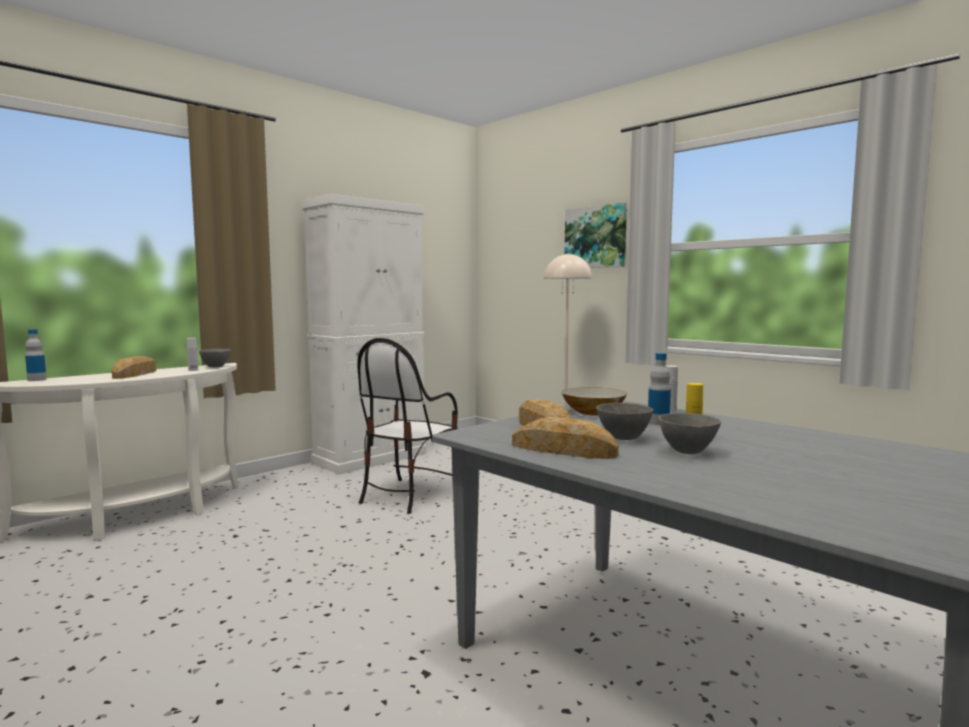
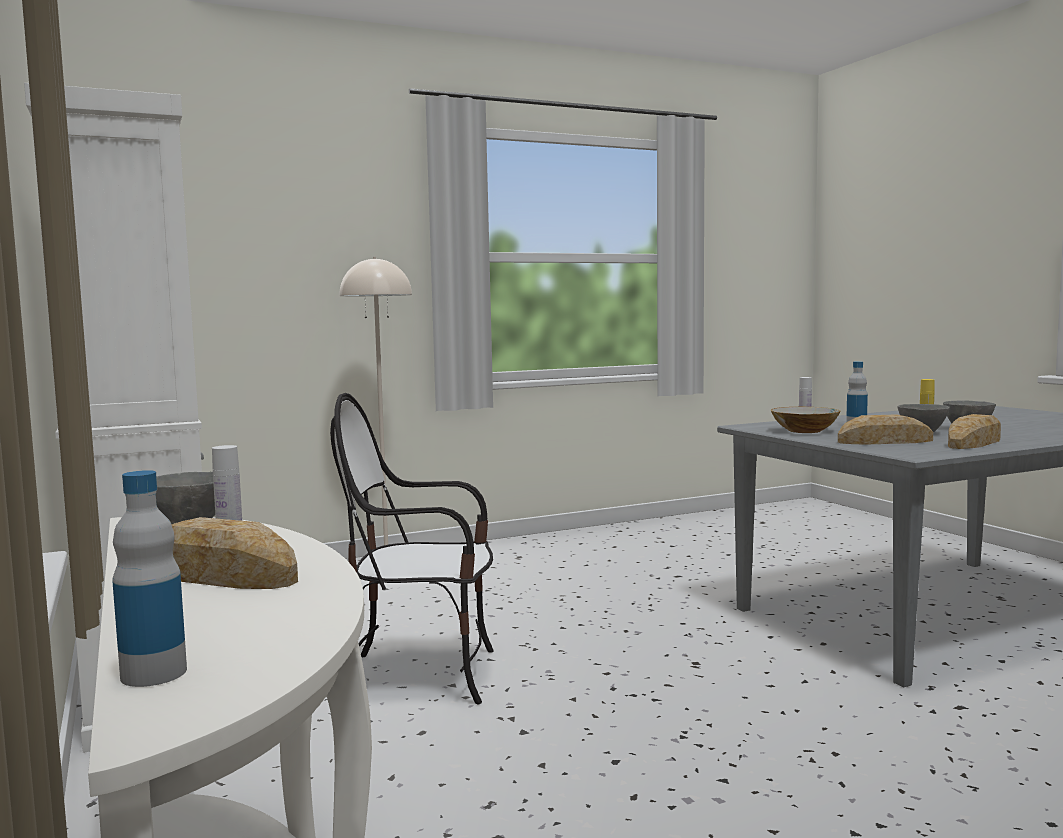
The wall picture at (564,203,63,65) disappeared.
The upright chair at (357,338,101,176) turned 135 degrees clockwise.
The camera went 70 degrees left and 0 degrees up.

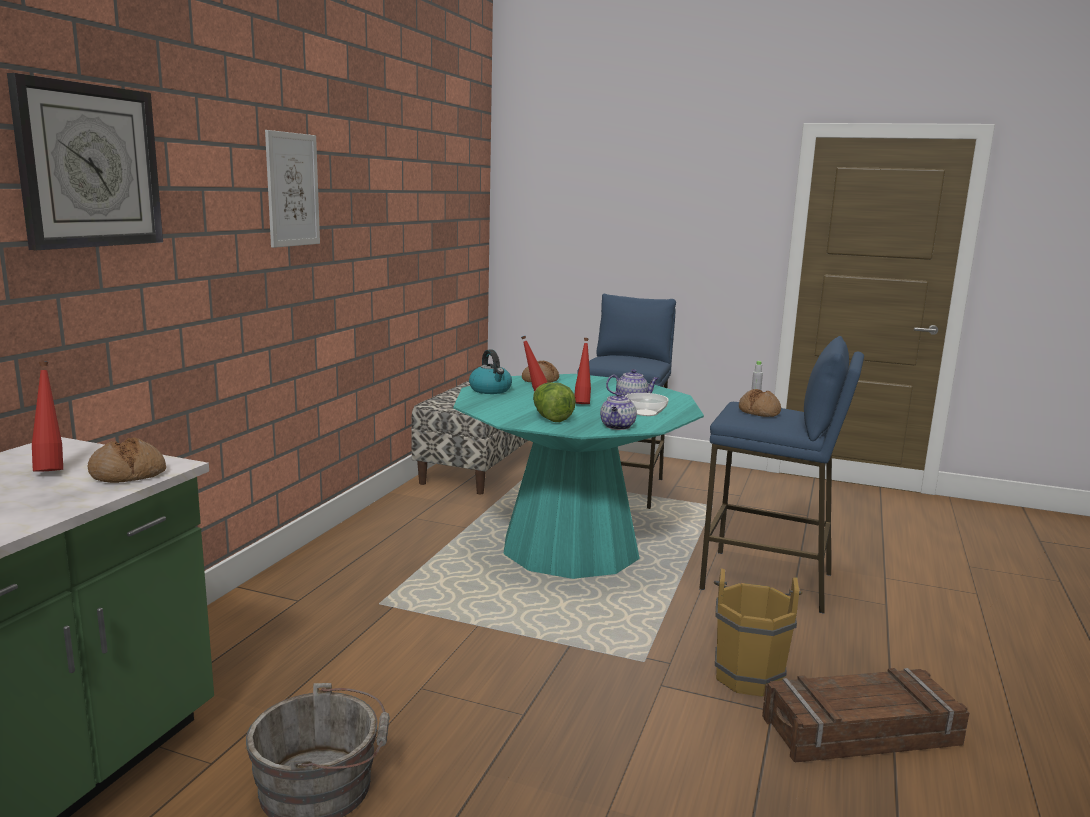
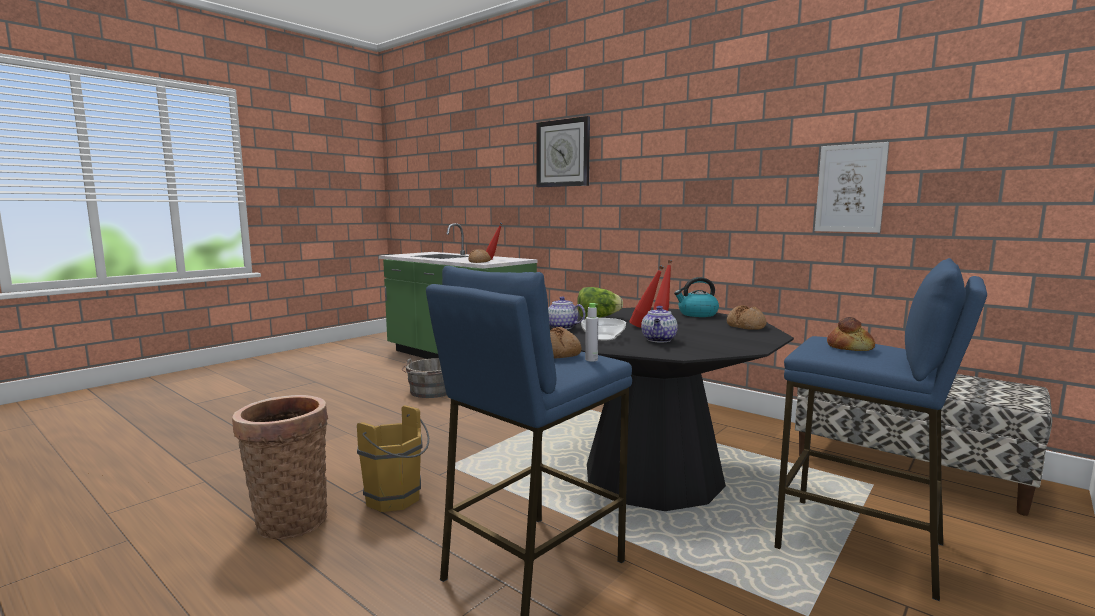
The wall picture moved from (265,130,55,118) to (815,142,74,91).
The turquoise-coloured dining table at (453,374,251,205) became the black-coloured dining table at (550,307,244,204).
The packing crate at (762,668,207,95) was replaced by the storage basket at (232,395,96,144).
The baked bread at (827,317,48,34) appeared.
The camera went 110 degrees right and 5 degrees down.

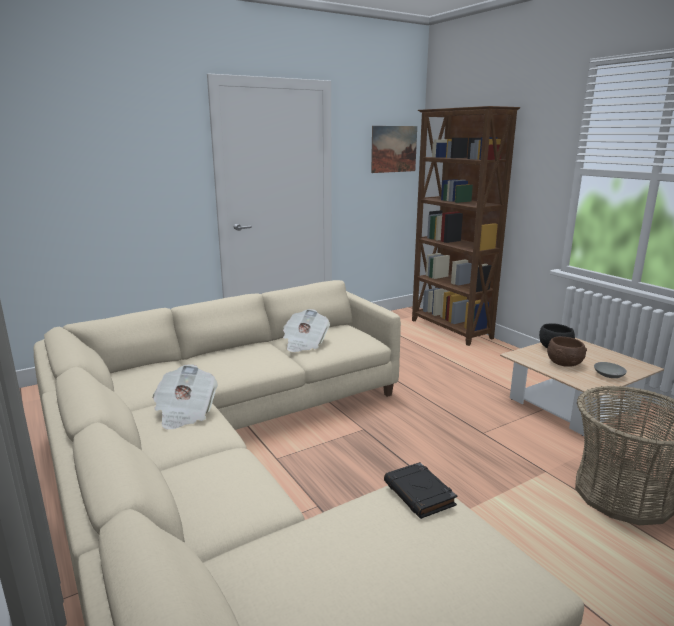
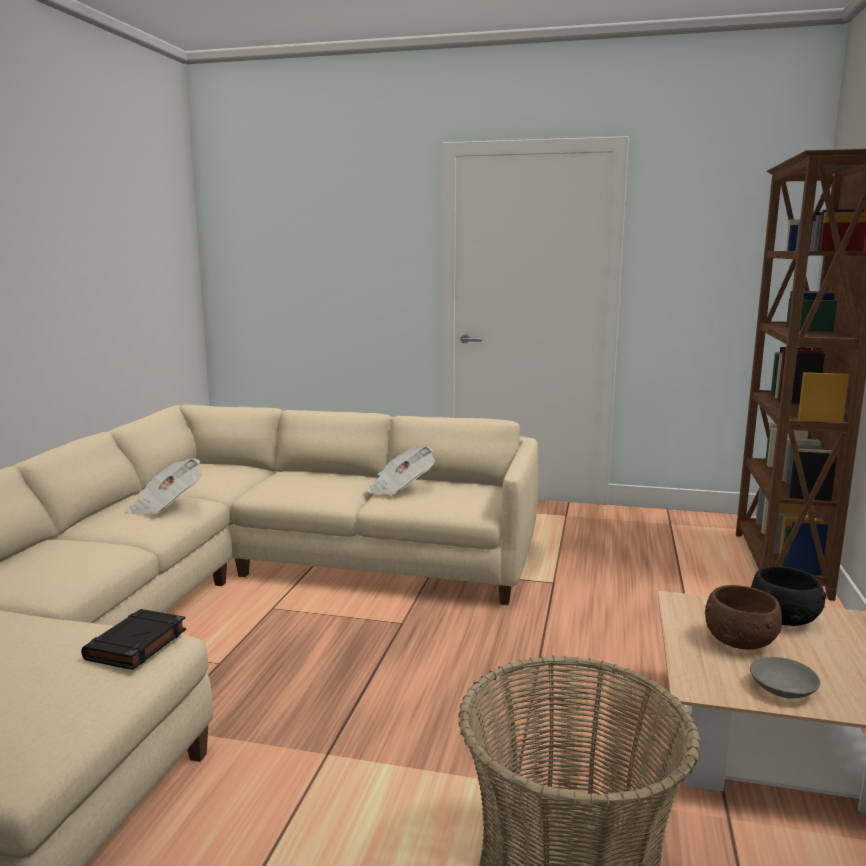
The wall picture at (371,126,46,47) disappeared.
The camera went 45 degrees right and 5 degrees down.

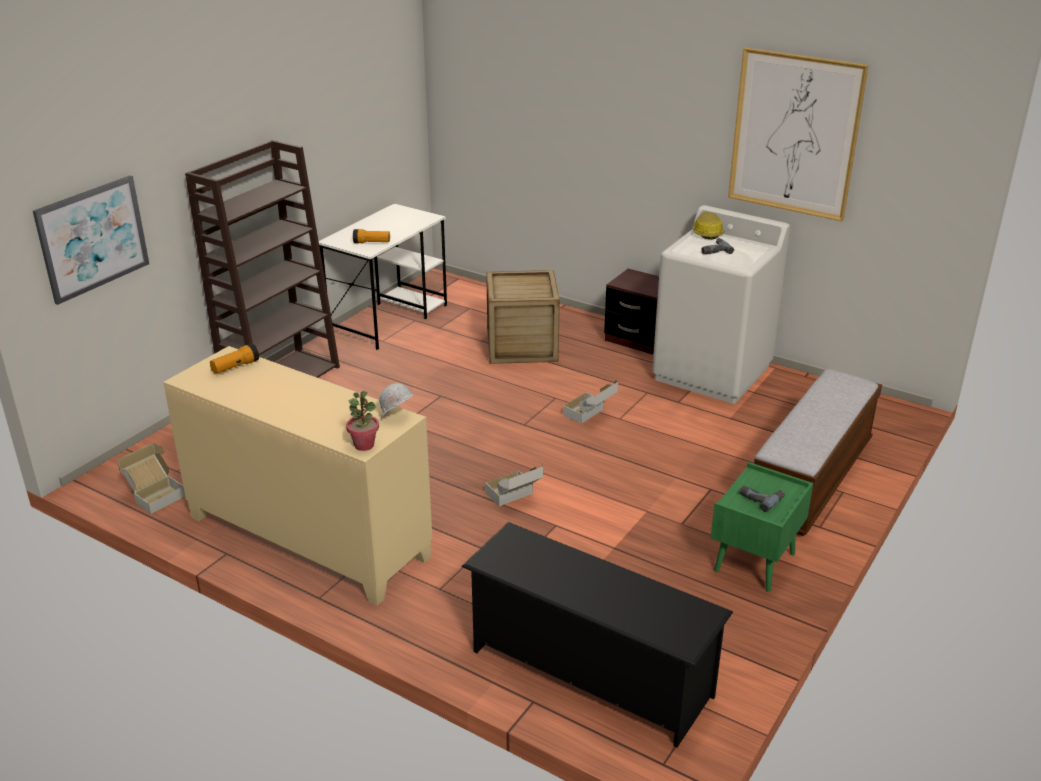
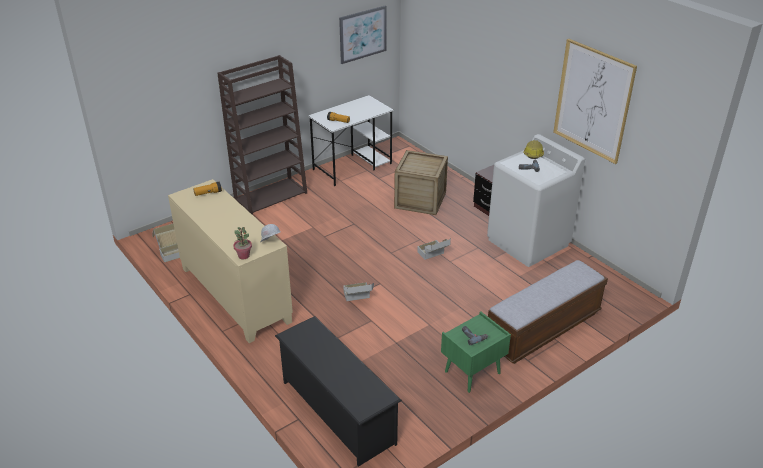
The wall picture moved from (33,175,116,130) to (339,5,48,59).
The camera went 20 degrees right and 5 degrees up.

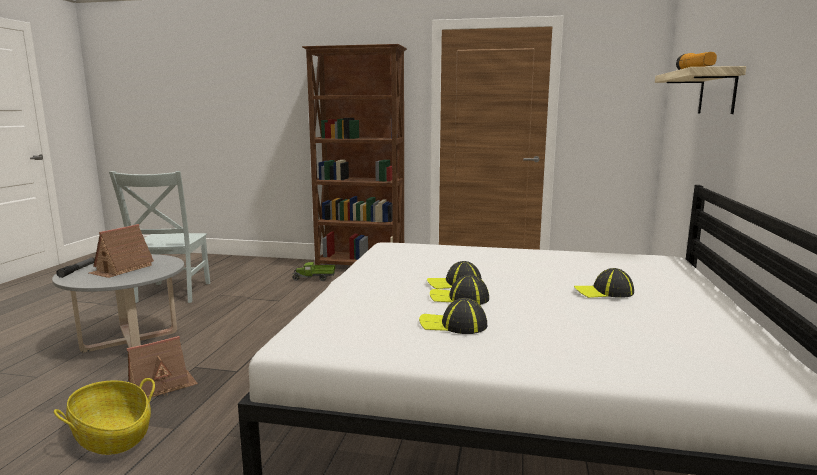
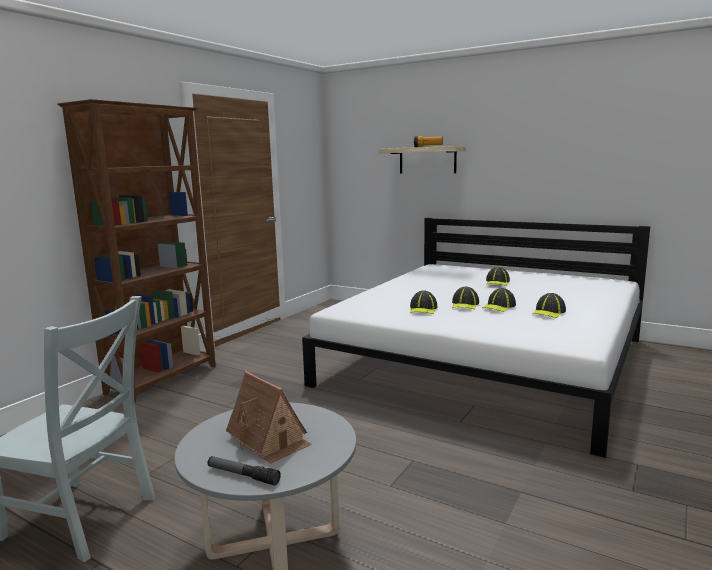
The toy truck at (292,262,43,19) disappeared.
The model house at (127,336,71,62) disappeared.
The storage basket at (54,378,101,77) disappeared.
The cap at (410,290,27,24) appeared.
The camera went 70 degrees left and 0 degrees up.

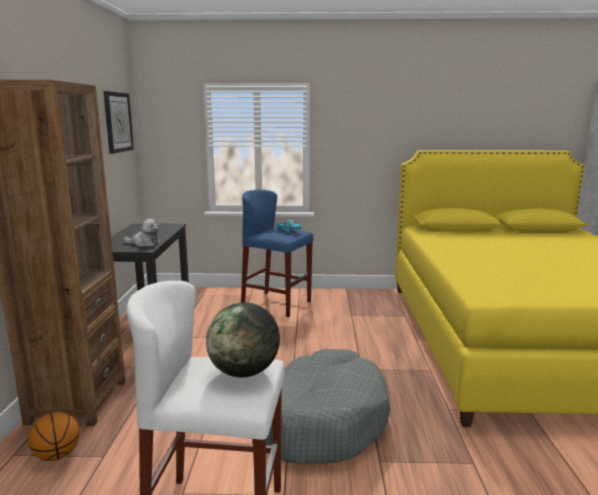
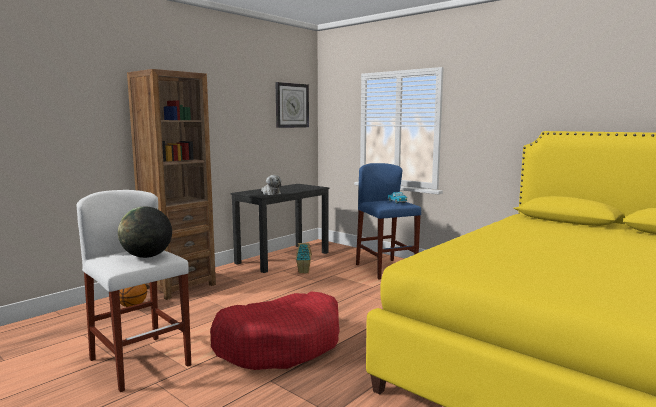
The grey dog bed at (266,349,124,115) became the reddish dog bed at (210,292,130,78).
The model house at (296,243,16,30) appeared.
The camera went 40 degrees right and 5 degrees down.

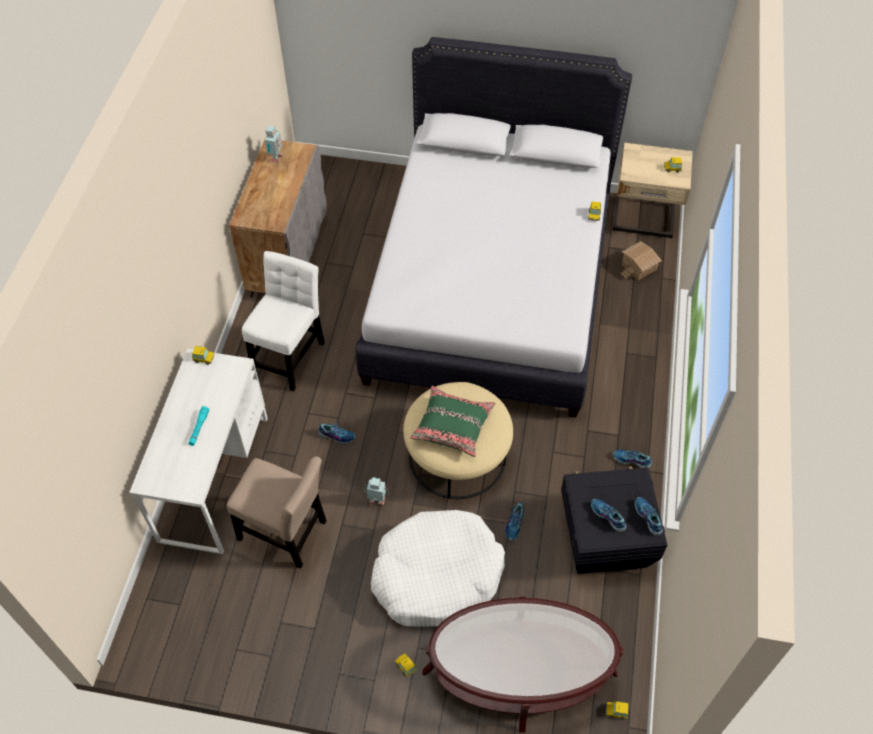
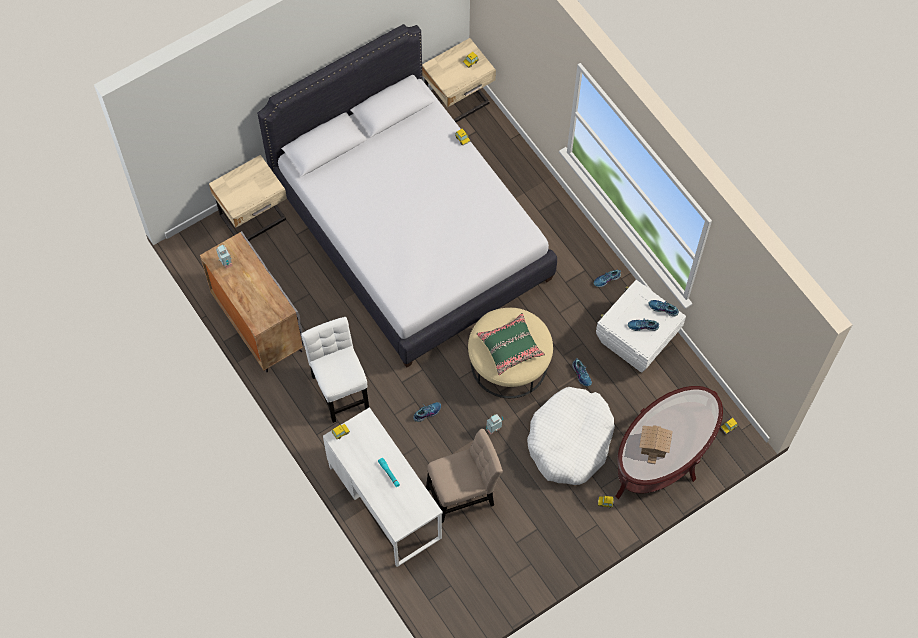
The model house moved from (621,241,41,39) to (639,425,34,39).
The black-coloured storage bin at (561,466,106,108) became the white-coloured storage bin at (596,280,90,93).
The beige night table at (209,155,78,86) appeared.
The camera went 45 degrees left and 10 degrees up.

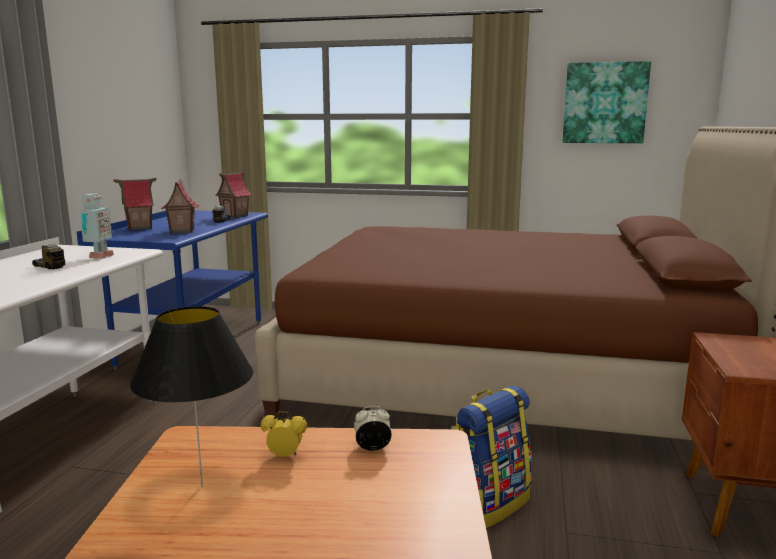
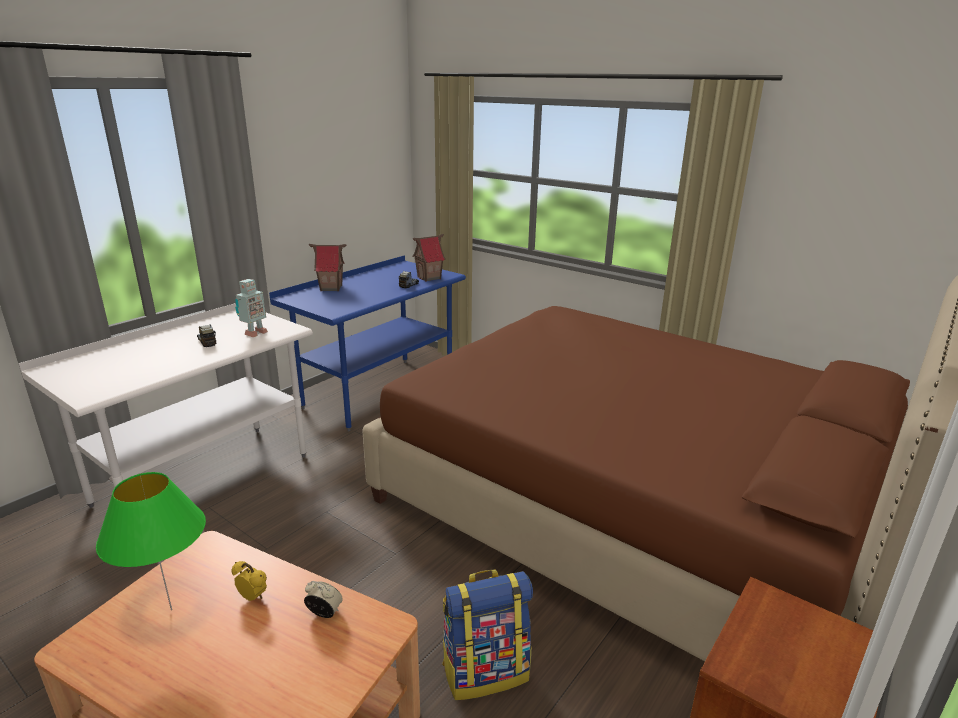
The wall picture at (562,61,89,82) disappeared.
The model house at (161,179,38,55) disappeared.
The black-coloured table lamp at (130,306,123,181) became the green table lamp at (96,472,110,138).
The camera went 25 degrees right and 10 degrees up.

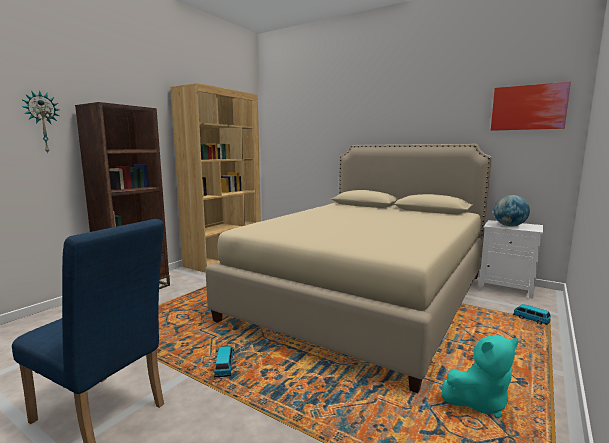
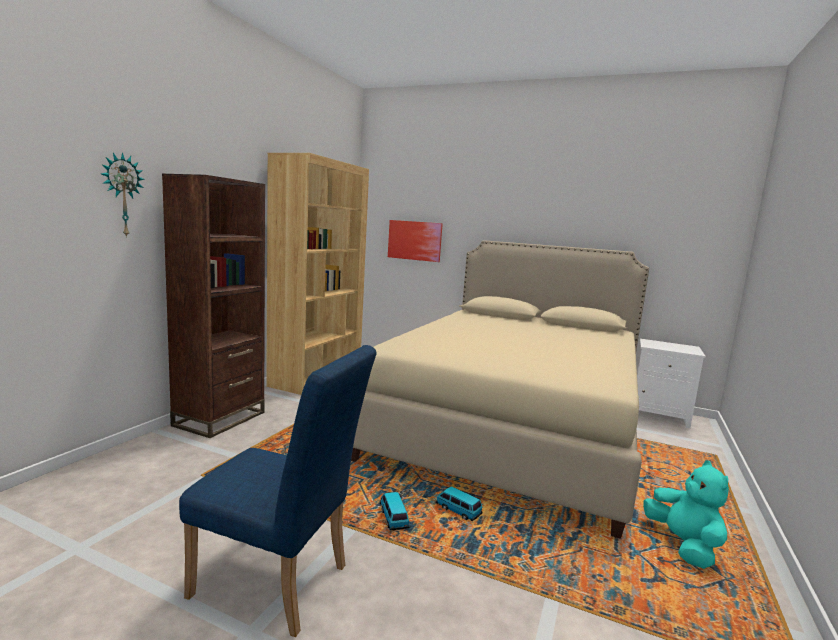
The wall picture moved from (491,82,80,49) to (388,220,55,42).
The globe at (494,195,36,32) disappeared.
The model car moved from (513,304,38,21) to (436,486,47,35).
The turquoise-coloured plush toy at (441,335,77,83) turned 75 degrees counterclockwise.
The camera went 10 degrees left and 0 degrees up.

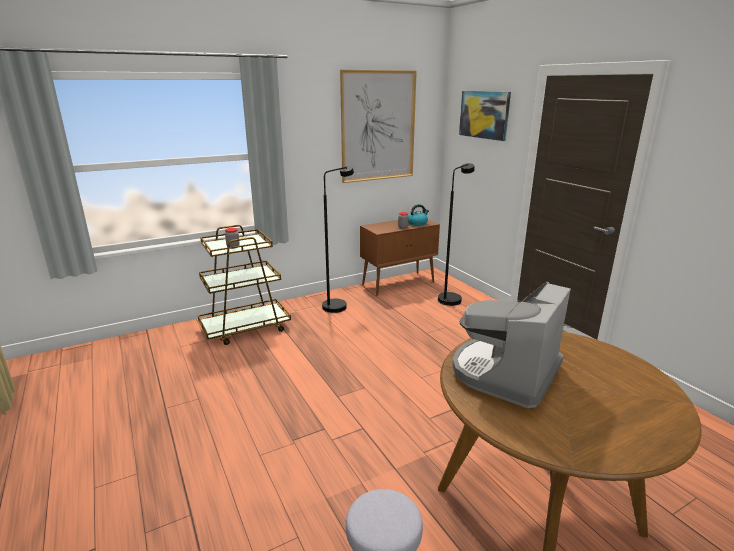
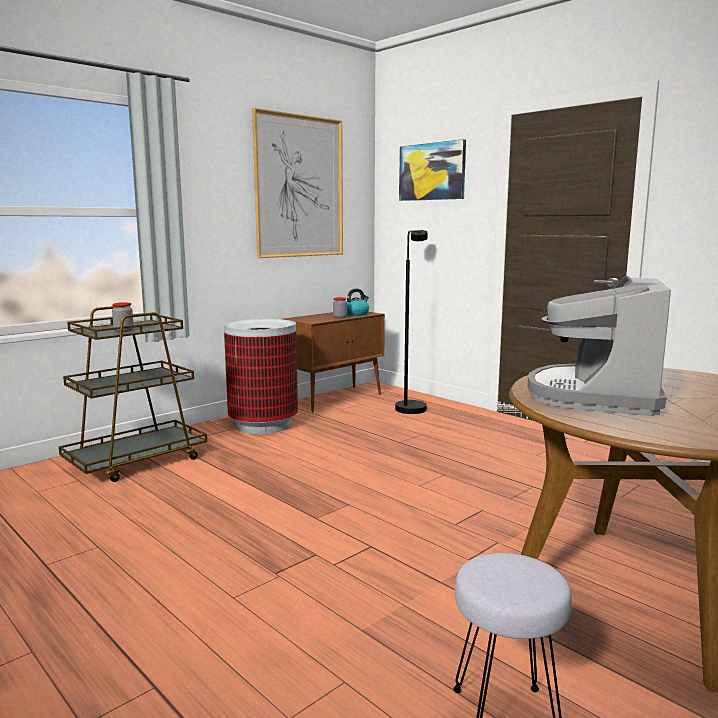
The black-coloured standing lamp at (322,166,32,147) was replaced by the trash can at (224,319,74,115).
The camera went 15 degrees left and 10 degrees down.

